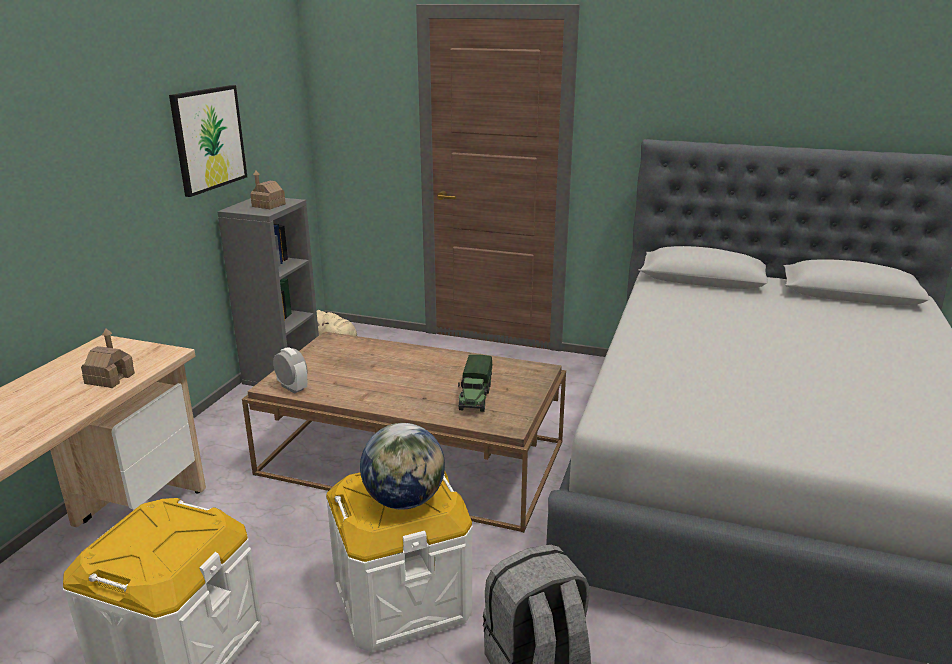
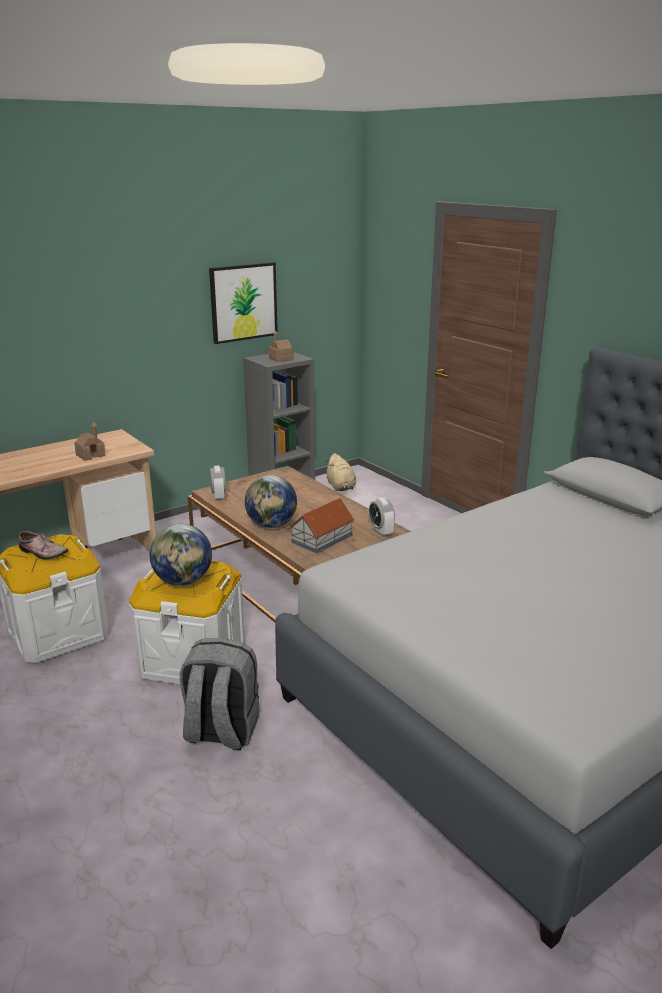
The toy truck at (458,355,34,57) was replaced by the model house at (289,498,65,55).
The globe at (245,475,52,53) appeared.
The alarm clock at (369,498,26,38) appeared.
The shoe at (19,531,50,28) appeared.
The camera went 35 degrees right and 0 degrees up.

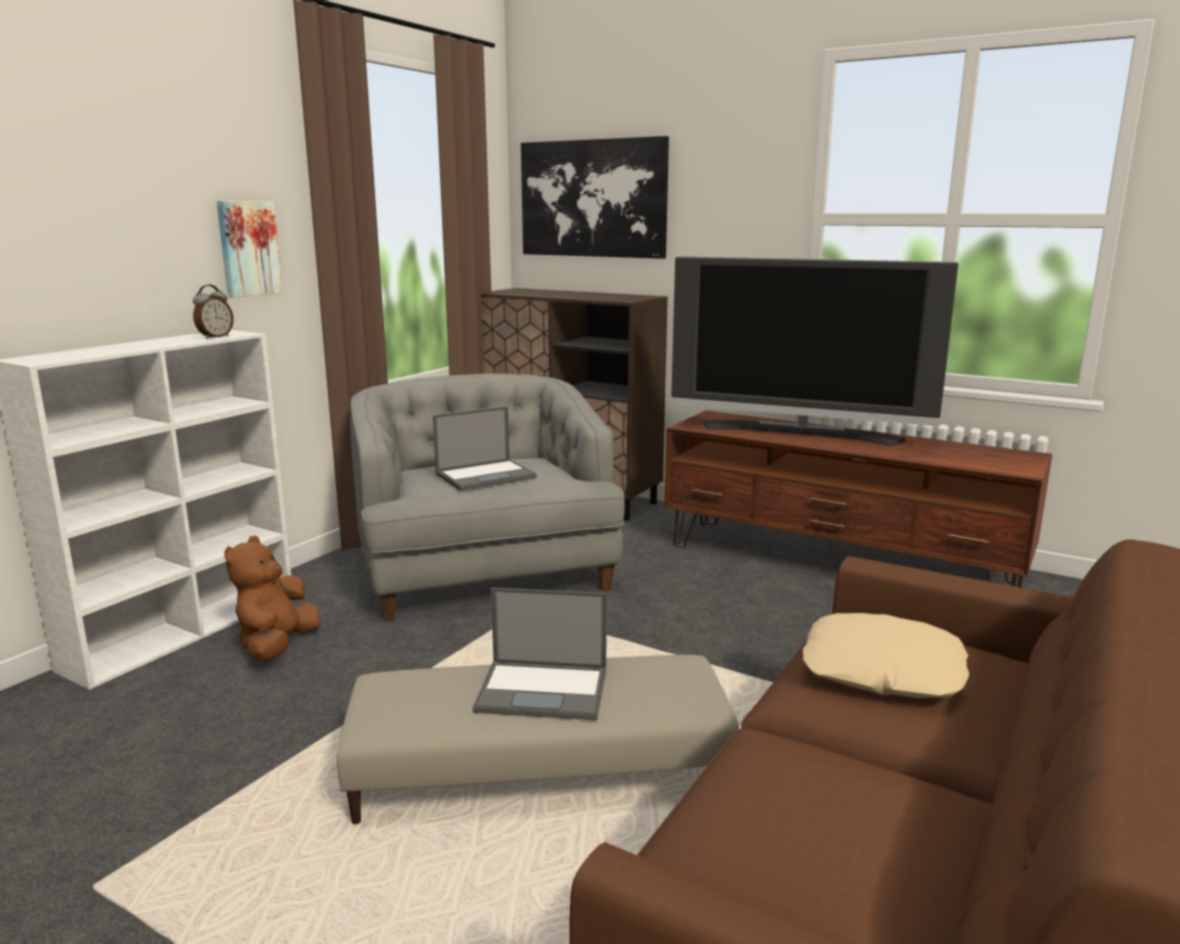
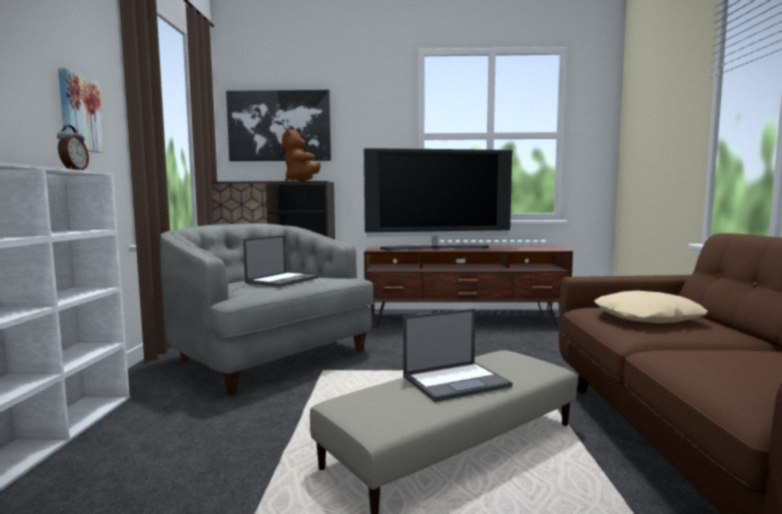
The brownish plush toy moved from (224,536,97,125) to (282,128,39,53).
The camera went 30 degrees left and 10 degrees down.

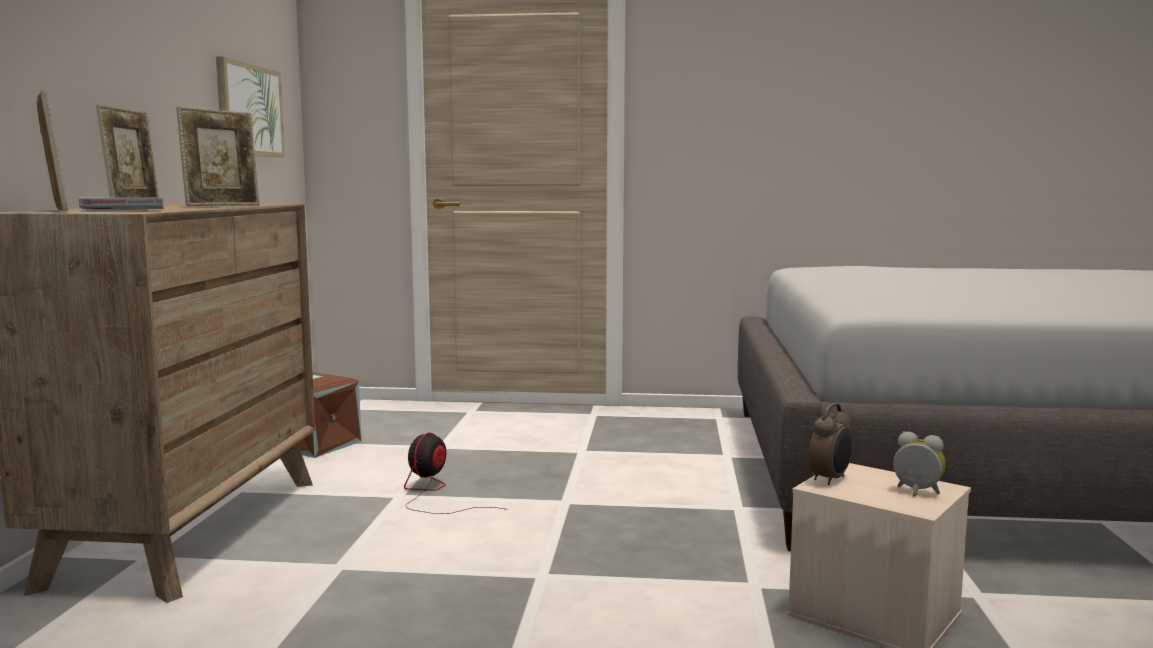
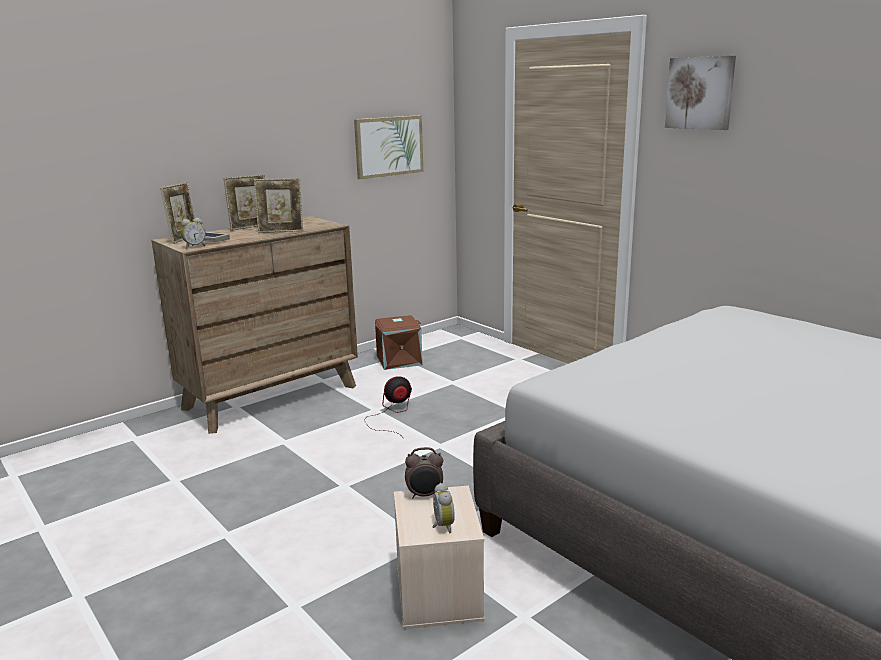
The wall picture at (665,56,71,74) appeared.
The alarm clock at (181,218,25,31) appeared.
The camera went 45 degrees right and 10 degrees up.

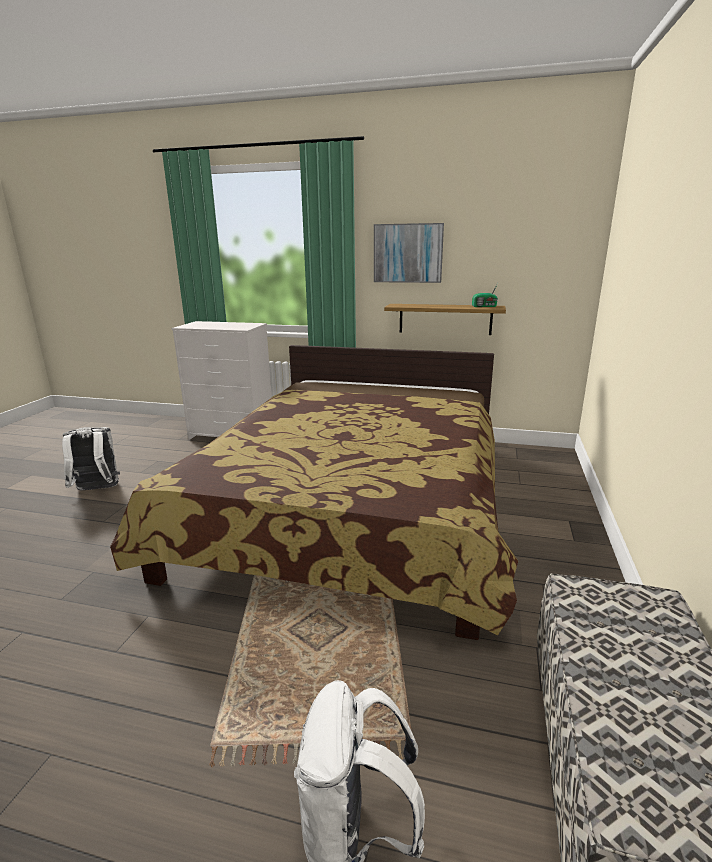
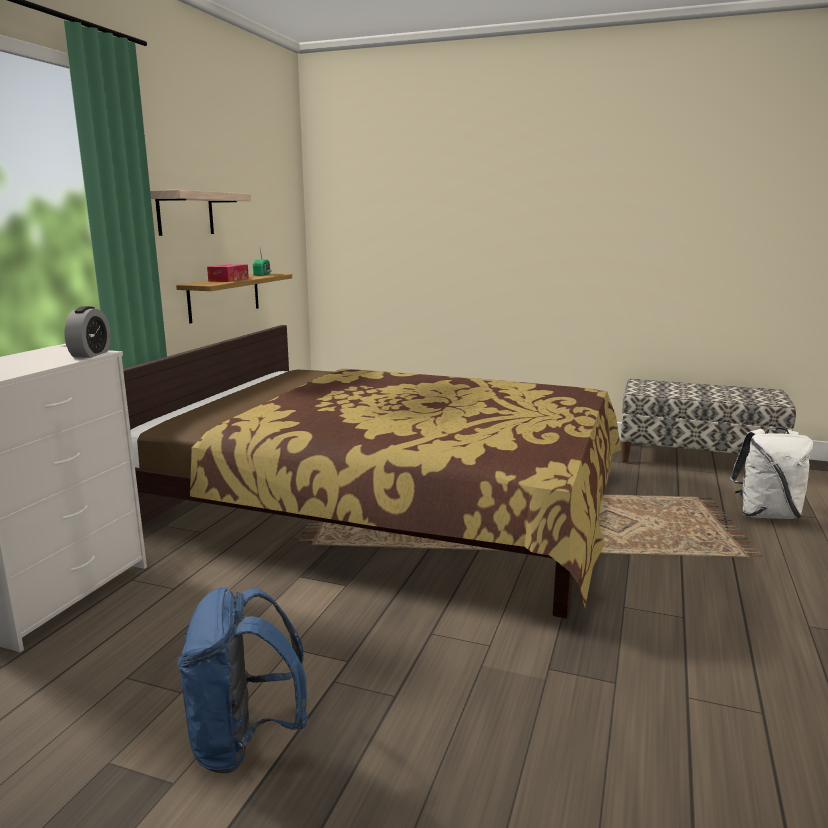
The wall picture at (374,223,70,60) was replaced by the bracket shelf at (150,190,101,46).
The white-coloured knapsack at (62,427,58,64) became the blue knapsack at (177,587,131,186).
The tissue box at (207,264,42,18) appeared.
The alarm clock at (64,306,47,52) appeared.
The camera went 85 degrees left and 5 degrees down.

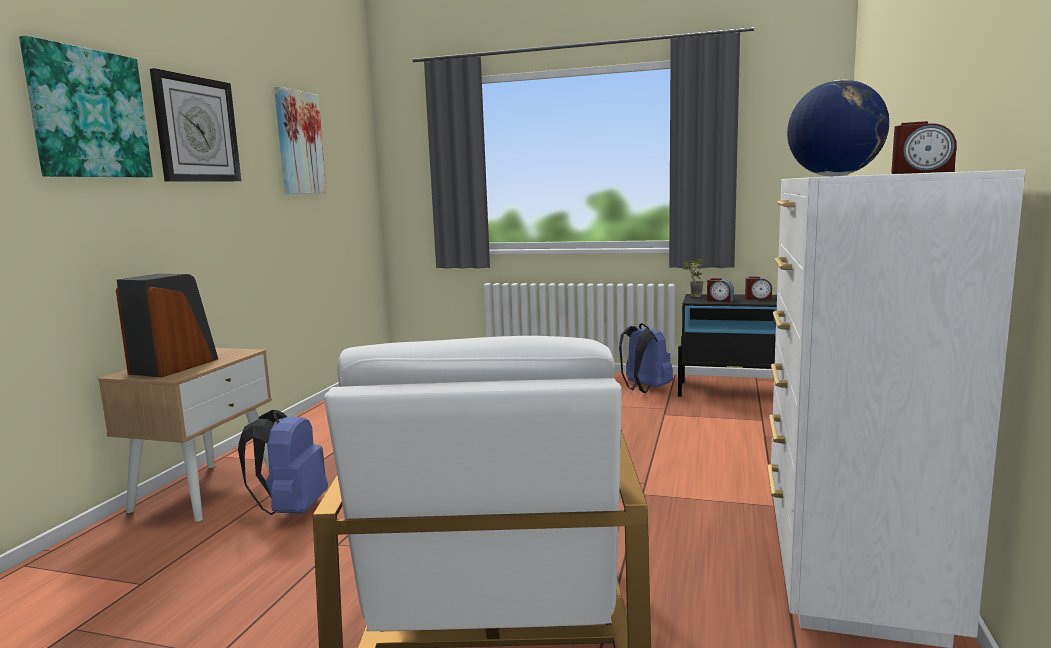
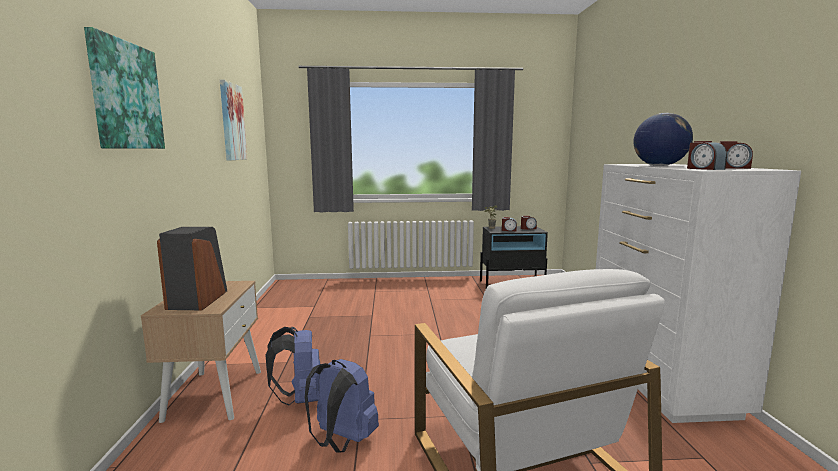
The clock on the wall at (150,68,91,114) disappeared.
The blue knapsack moved from (619,323,54,70) to (304,359,75,94).
The alarm clock at (687,141,40,29) appeared.
The camera went 20 degrees left and 0 degrees up.

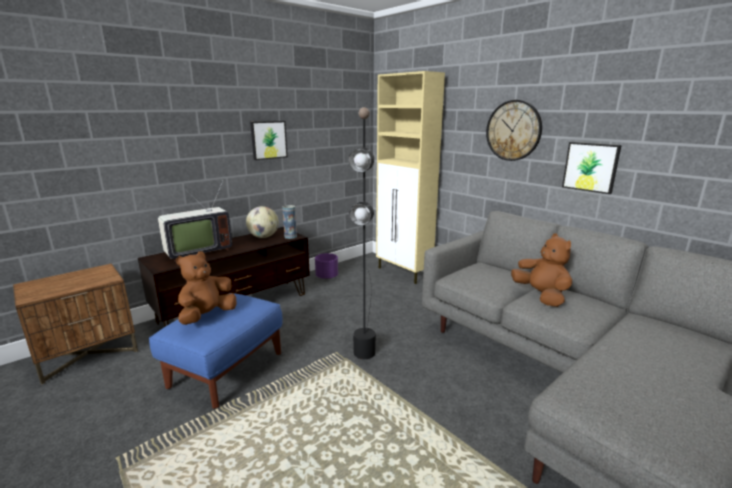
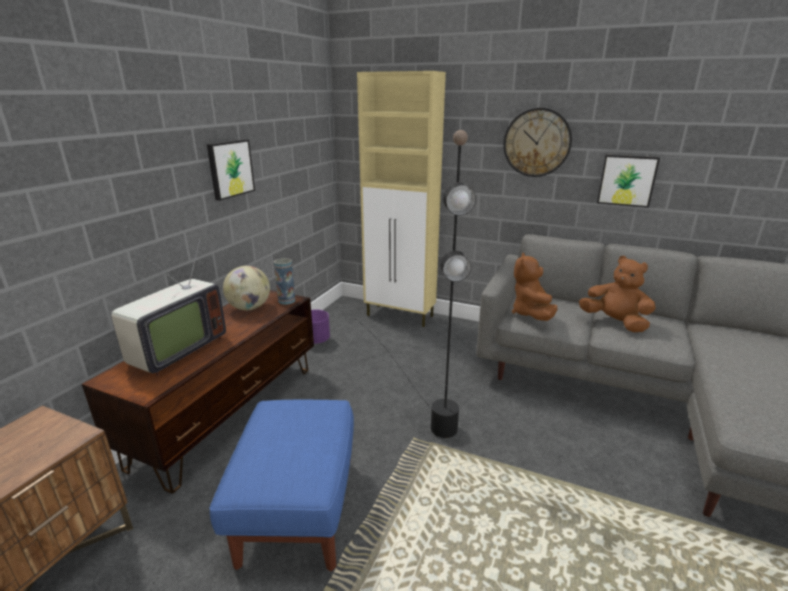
The brownish plush toy moved from (176,252,61,73) to (512,253,45,68).
The camera went 25 degrees left and 5 degrees up.

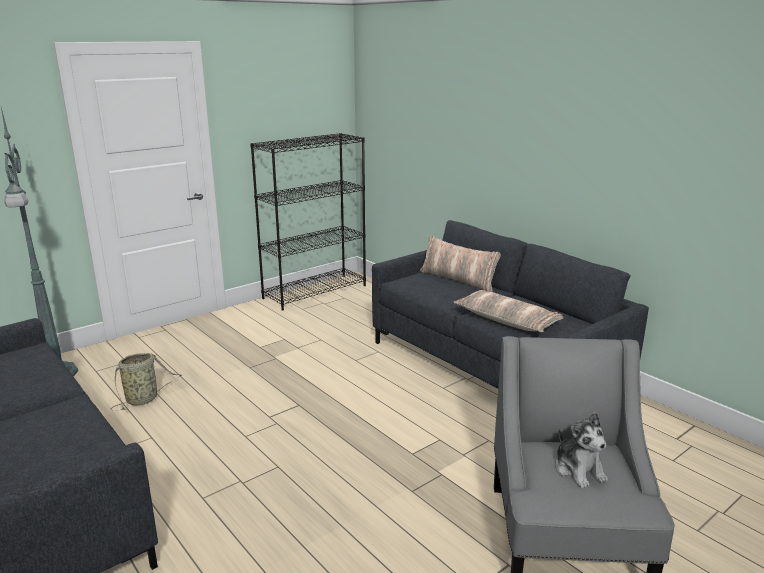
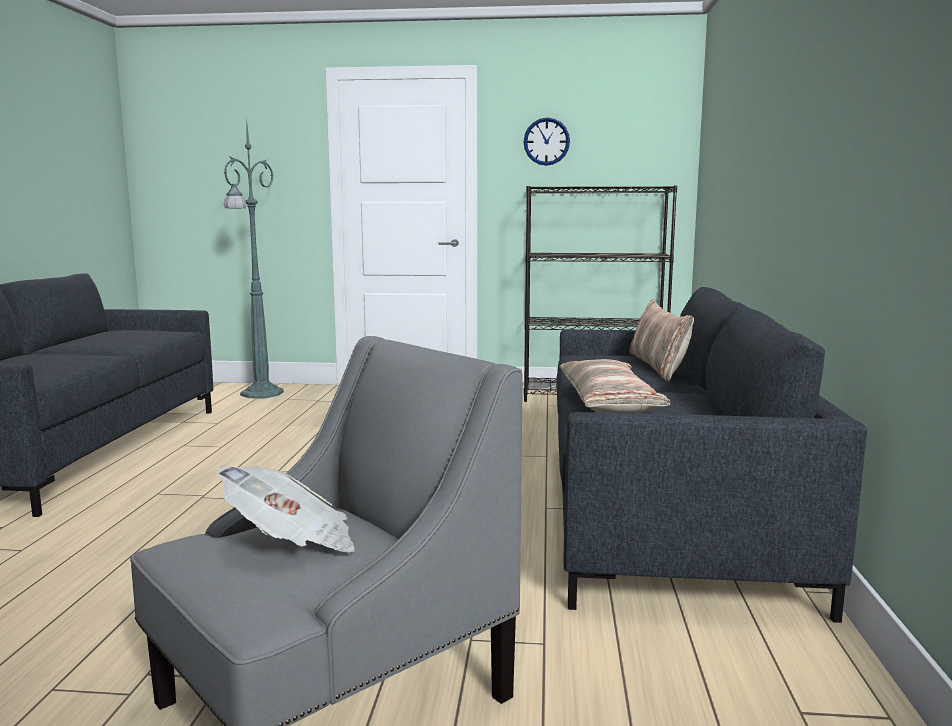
The storage basket at (110,353,72,58) disappeared.
The plush toy at (555,412,53,76) was replaced by the printed paper at (216,466,139,86).
The clock on the wall at (524,118,46,48) appeared.
The camera went 45 degrees right and 10 degrees down.

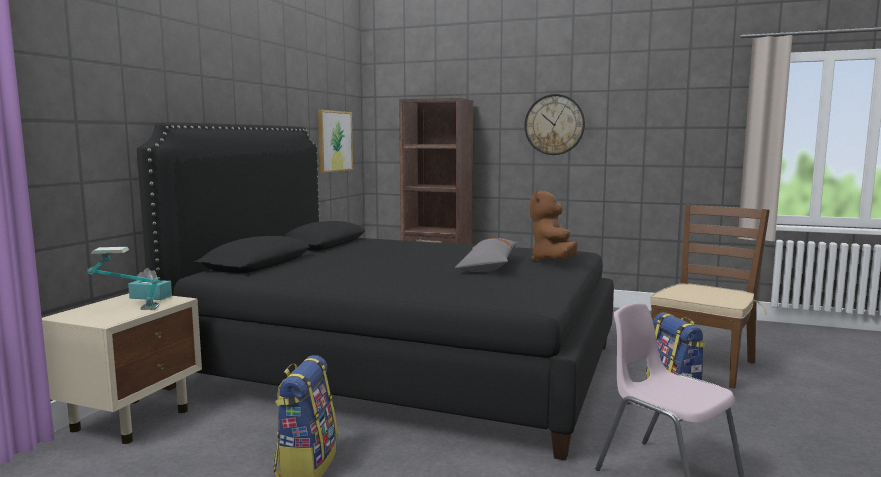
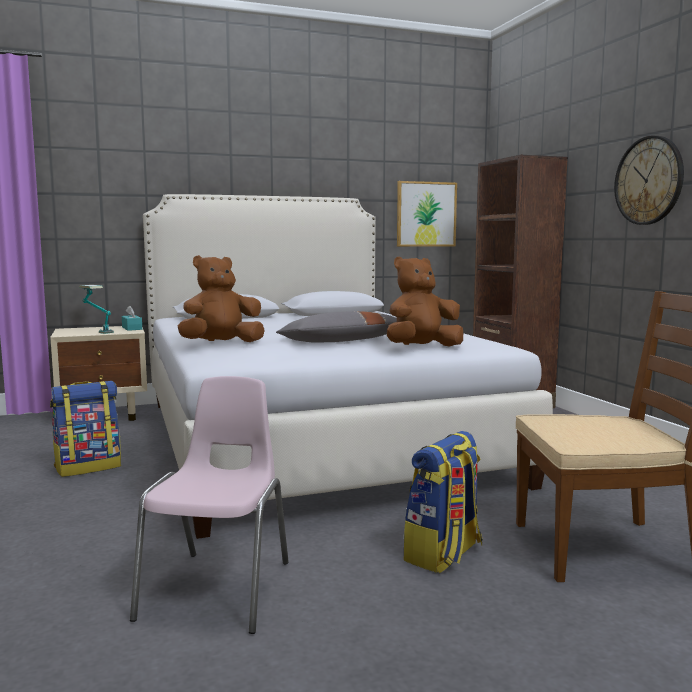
The black-coloured sleeping bed at (137,123,477,338) became the white-coloured sleeping bed at (143,194,410,345).
The brownish plush toy at (178,255,87,87) appeared.
The camera went 50 degrees right and 0 degrees up.

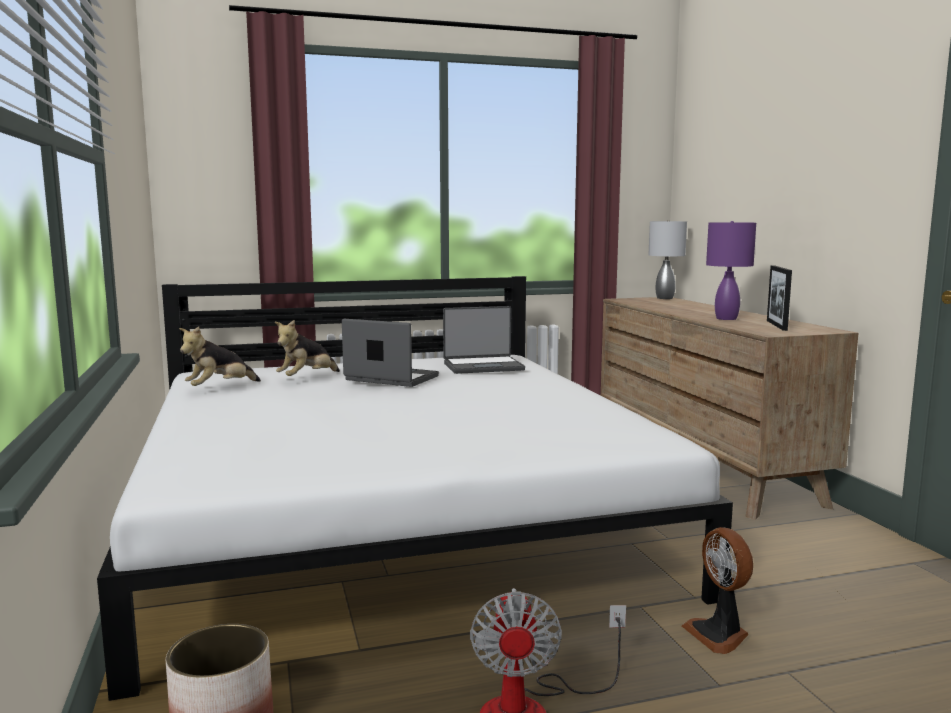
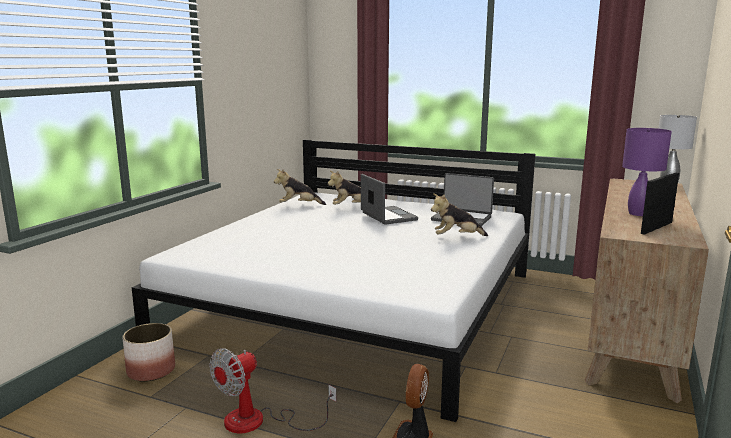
The plush toy at (431,193,57,43) appeared.
The camera went 40 degrees right and 5 degrees up.

